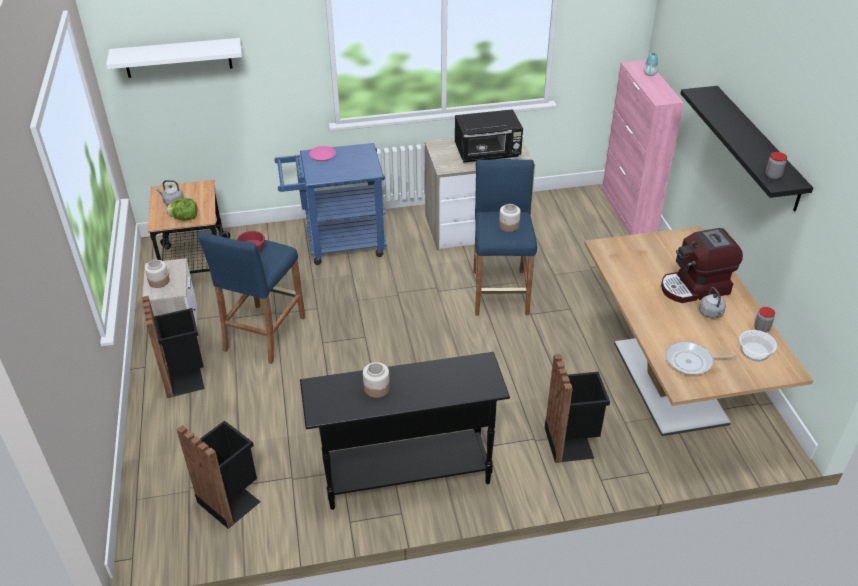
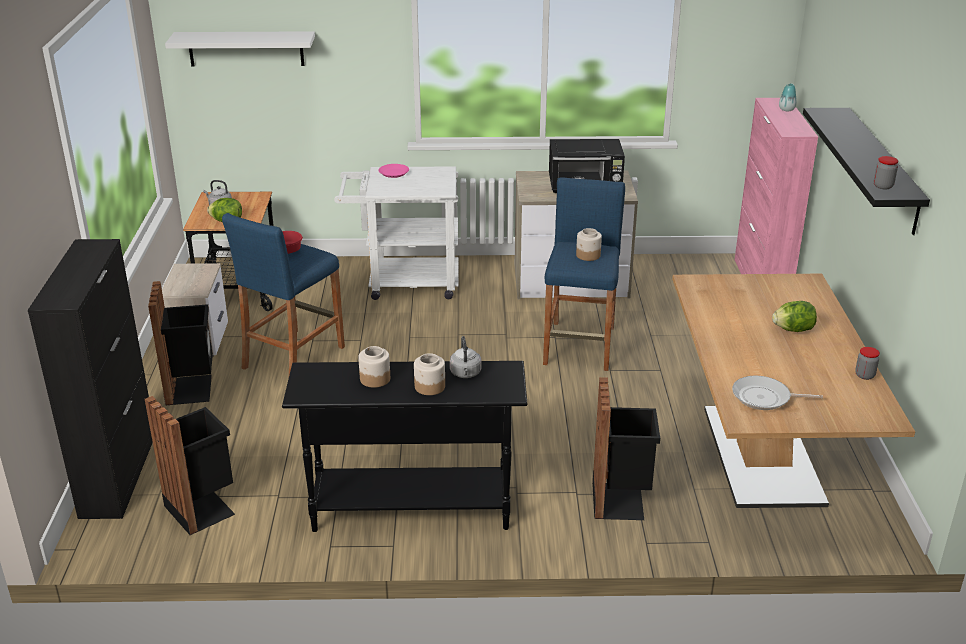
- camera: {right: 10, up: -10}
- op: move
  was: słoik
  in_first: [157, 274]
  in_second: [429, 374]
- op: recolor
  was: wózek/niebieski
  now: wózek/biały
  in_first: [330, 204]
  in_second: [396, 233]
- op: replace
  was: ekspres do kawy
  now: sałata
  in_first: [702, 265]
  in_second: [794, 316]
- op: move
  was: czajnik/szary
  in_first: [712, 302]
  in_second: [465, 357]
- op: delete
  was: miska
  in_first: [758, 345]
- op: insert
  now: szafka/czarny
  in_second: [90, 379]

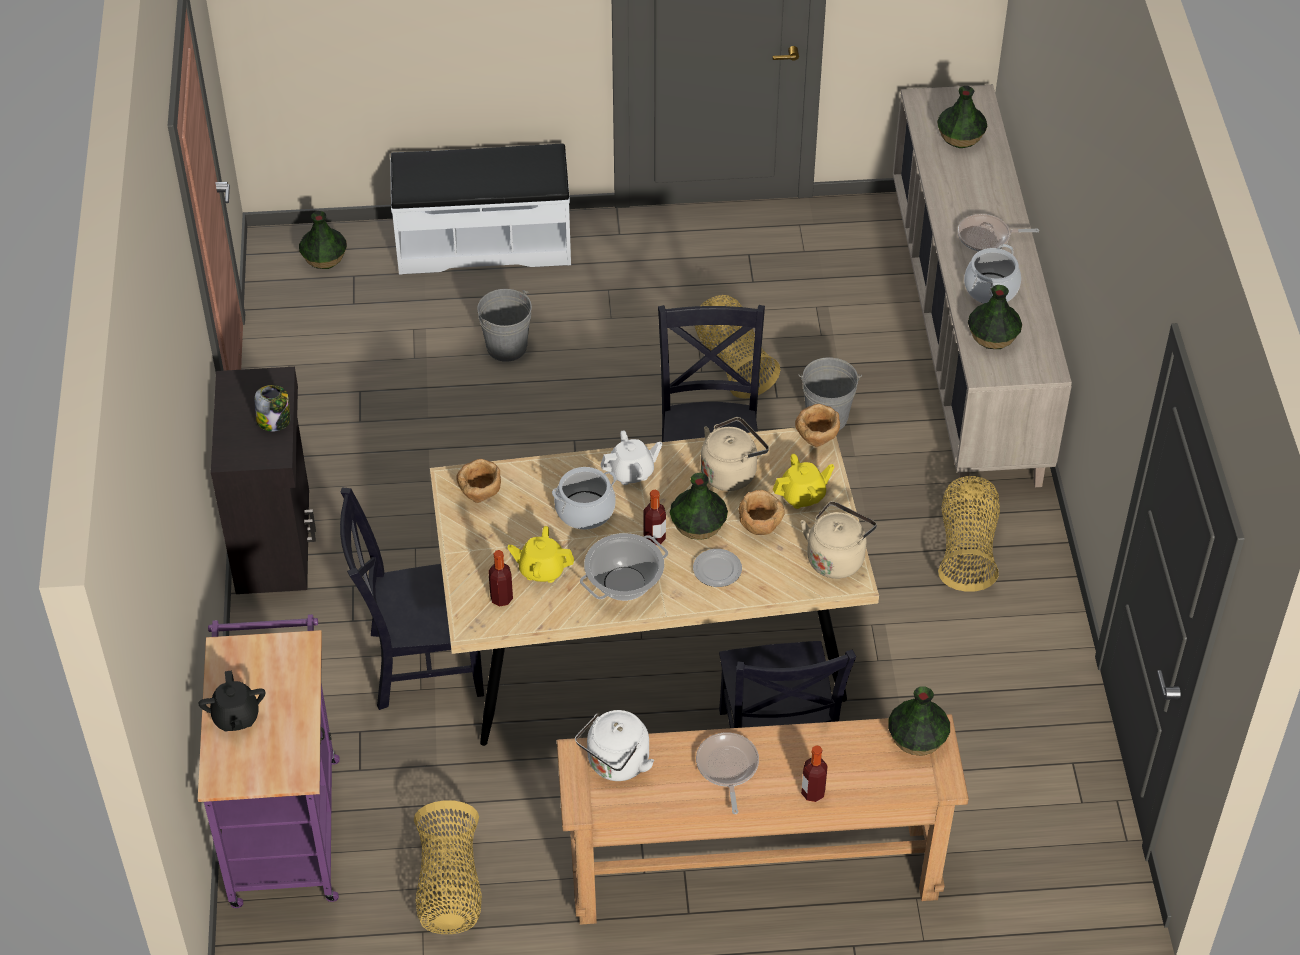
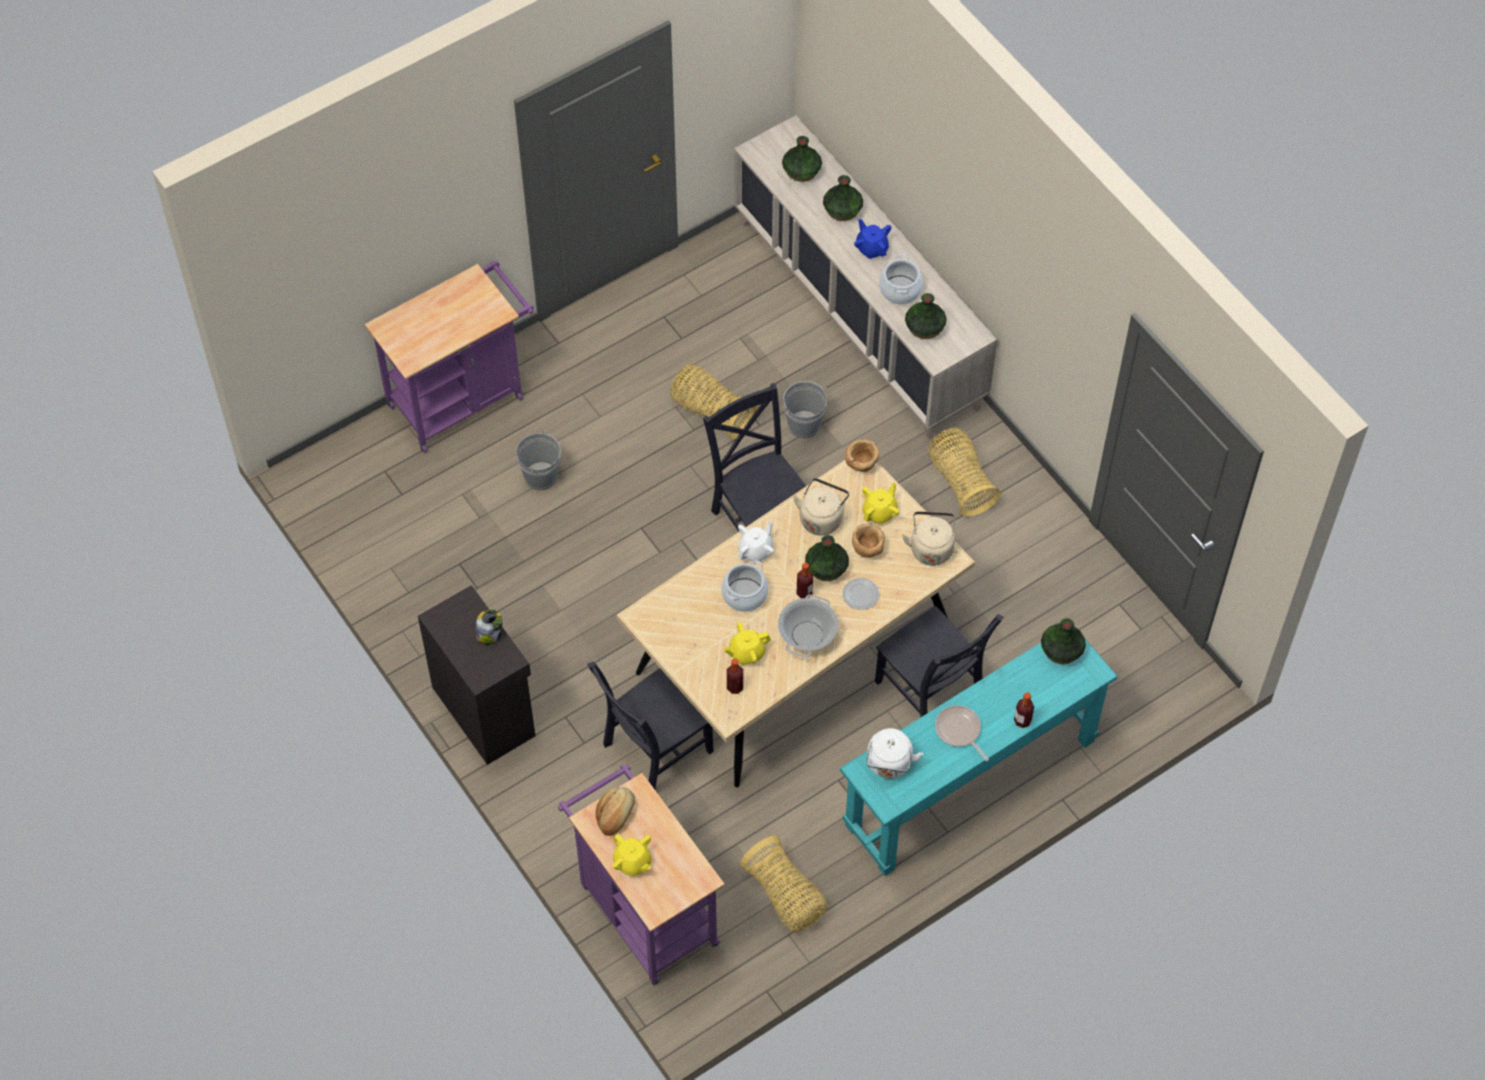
- camera: {right: -30, up: 10}
- op: recolor
  was: imbryk/czarny
  now: imbryk/żółty
  in_first: [231, 700]
  in_second: [632, 855]
- op: move
  was: wazon
  in_first: [323, 240]
  in_second: [843, 198]
- op: replace
  was: ławka/biały
  now: wózek/fioletowy
  in_first: [480, 209]
  in_second: [449, 357]
- op: delete
  was: miska/brązowy
  in_first: [479, 481]
- op: recolor
  was: stolik konsolowy/brązowy
  now: stolik konsolowy/turkusowy
  in_first: [763, 819]
  in_second: [978, 757]
- op: replace
  was: patelnia
  now: imbryk/niebieski
  in_first: [998, 233]
  in_second: [872, 239]
- op: insert
  now: chleb
  in_second: [615, 811]

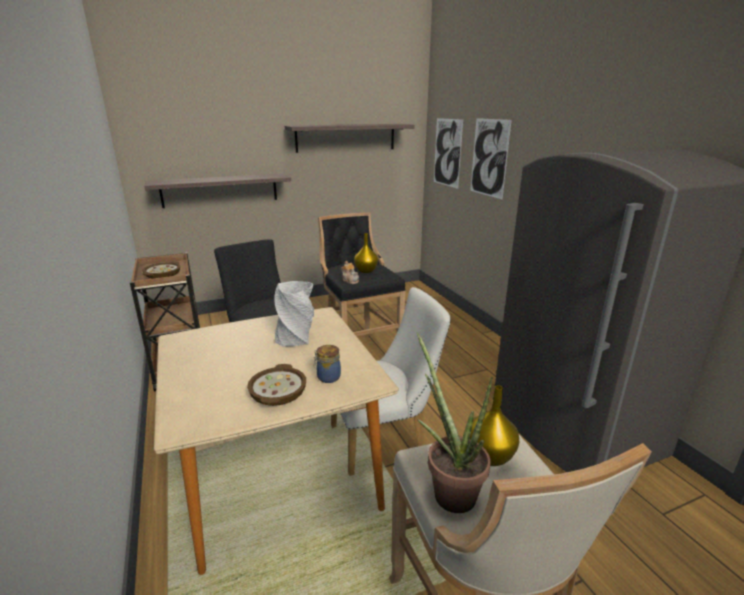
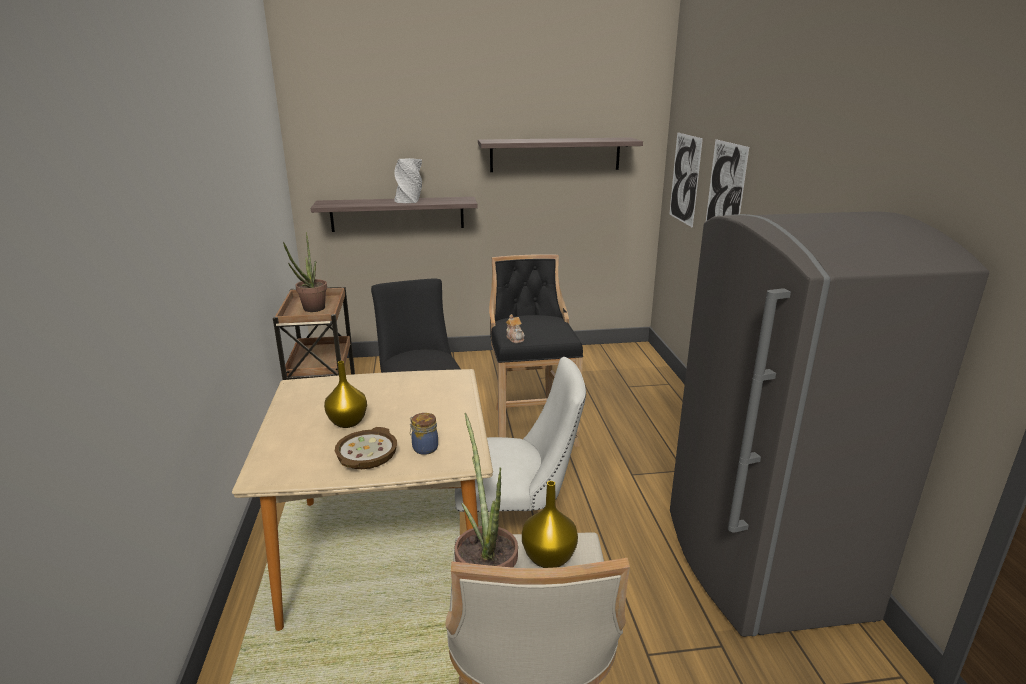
- camera: {right: 15, up: 0}
- op: replace
  was: miska
  now: roślina doniczkowa
  in_first: [161, 269]
  in_second: [305, 272]
- op: move
  was: wazon/szary
  in_first: [294, 314]
  in_second: [408, 180]
- op: move
  was: wazon/żółty
  in_first: [366, 253]
  in_second: [345, 394]

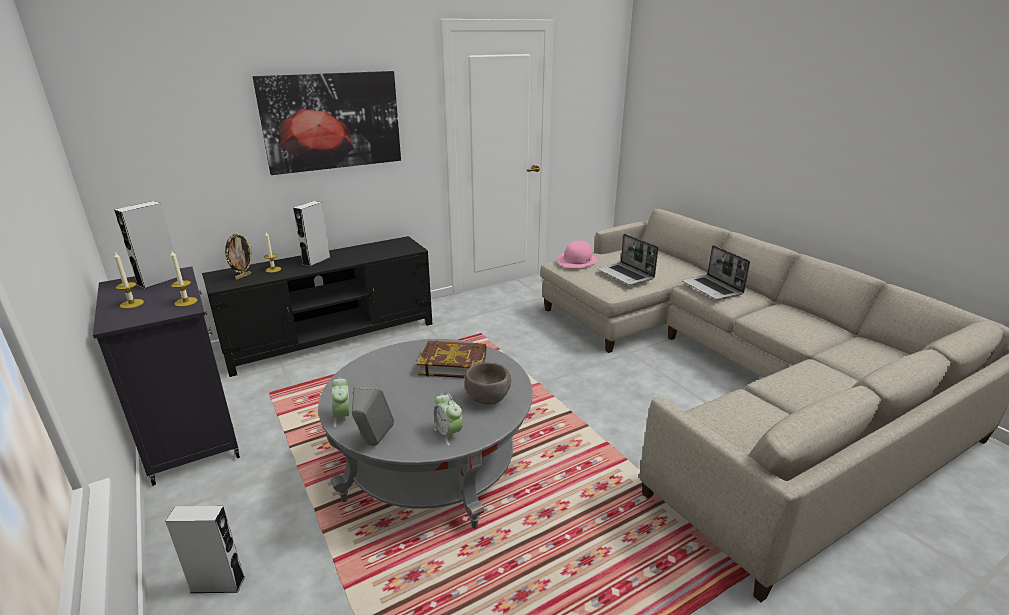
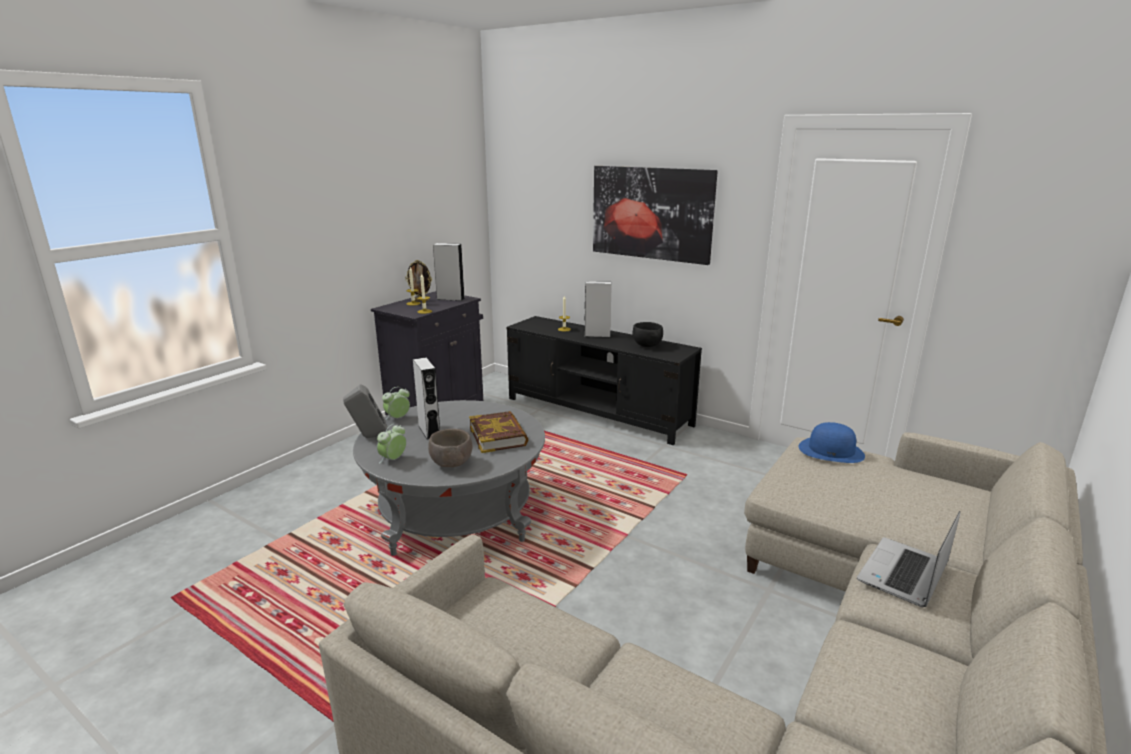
- camera: {right: 65, up: -5}
- op: move
  was: głośnik/szary
  in_first: [205, 549]
  in_second: [426, 399]
- op: move
  was: ramka na zdjęcie
  in_first: [239, 256]
  in_second: [418, 280]
- op: recolor
  was: kapelusz/różowy
  now: kapelusz/niebieski
  in_first: [577, 254]
  in_second: [832, 442]
- op: delete
  was: laptop
  in_first: [627, 259]
- op: insert
  now: miska/czarny
  in_second: [647, 334]

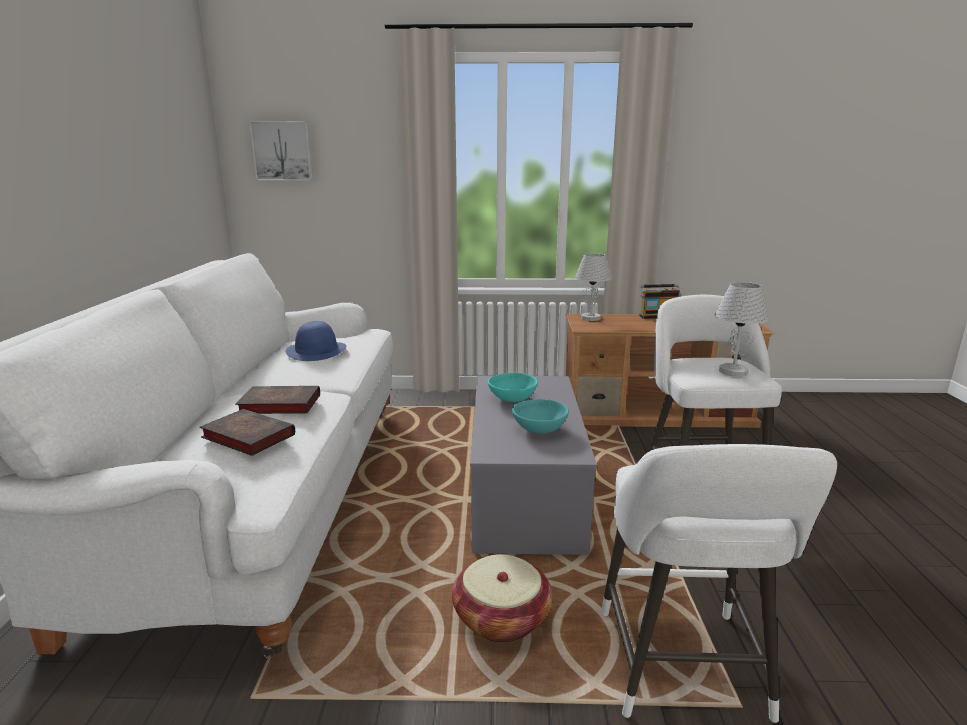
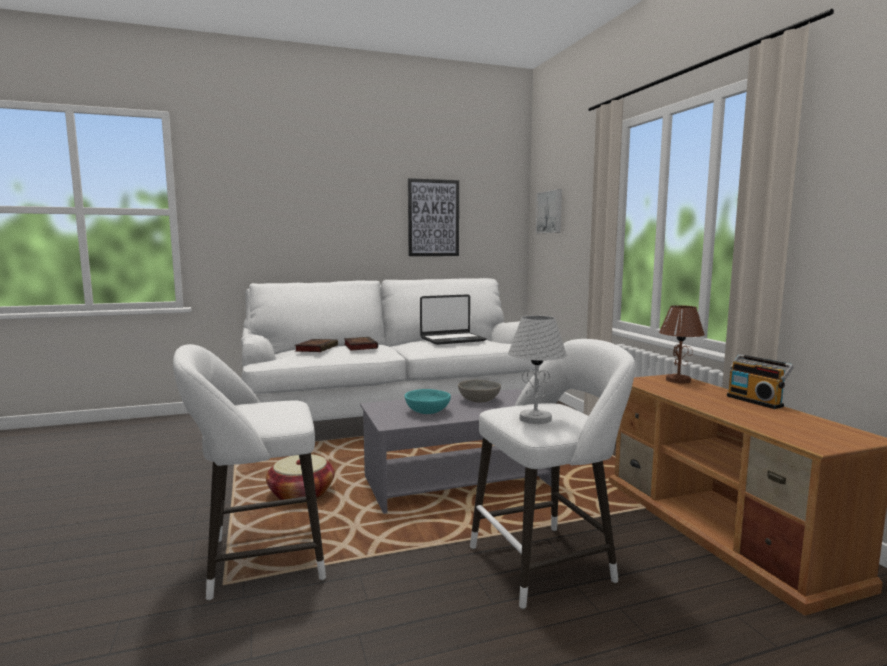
- camera: {right: 70, up: -10}
- op: replace
  was: kapelusz/niebieski
  now: laptop
  in_first: [315, 341]
  in_second: [453, 319]
- op: recolor
  was: miska/turkusowy
  now: miska/szary
  in_first: [513, 387]
  in_second: [479, 391]
- op: recolor
  was: lampa stołowa/biały
  now: lampa stołowa/brązowy
  in_first: [593, 287]
  in_second: [682, 344]
- op: insert
  now: obraz
  in_second: [433, 217]

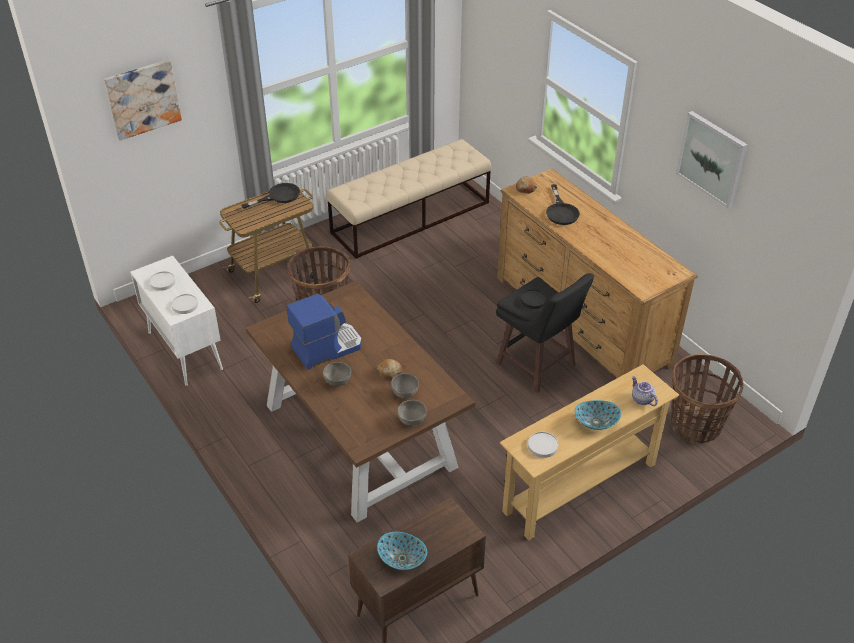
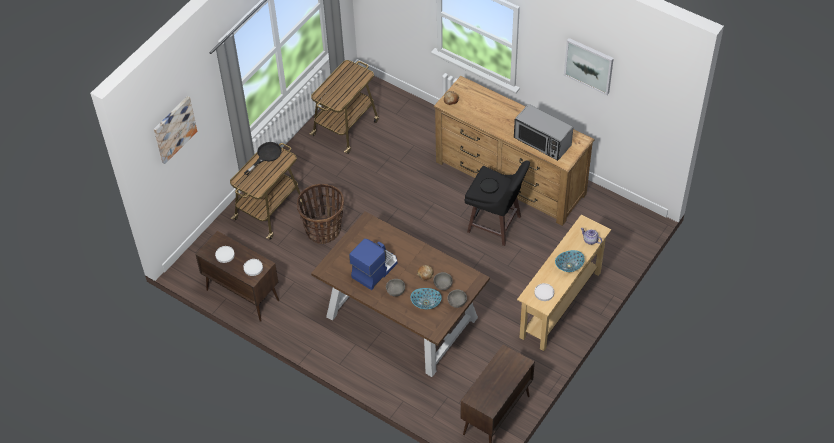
- camera: {right: -20, up: 10}
- op: recolor
  was: szafka/biały
  now: szafka/brązowy
  in_first: [177, 321]
  in_second: [237, 276]
- op: replace
  was: ławka/beżowy
  now: wózek
  in_first: [408, 199]
  in_second: [344, 107]
- op: move
  was: miska
  in_first: [402, 551]
  in_second: [426, 298]
- op: delete
  was: patelnia/czarny
  in_first: [563, 204]
- op: delete
  was: koszyk
  in_first: [706, 399]
- op: insert
  now: mikrofalówka
  in_second: [543, 132]

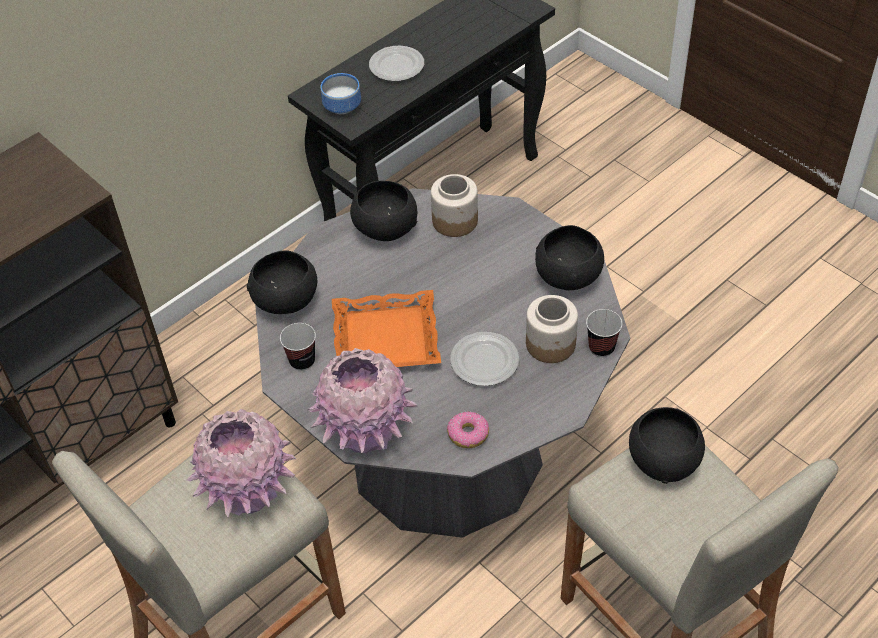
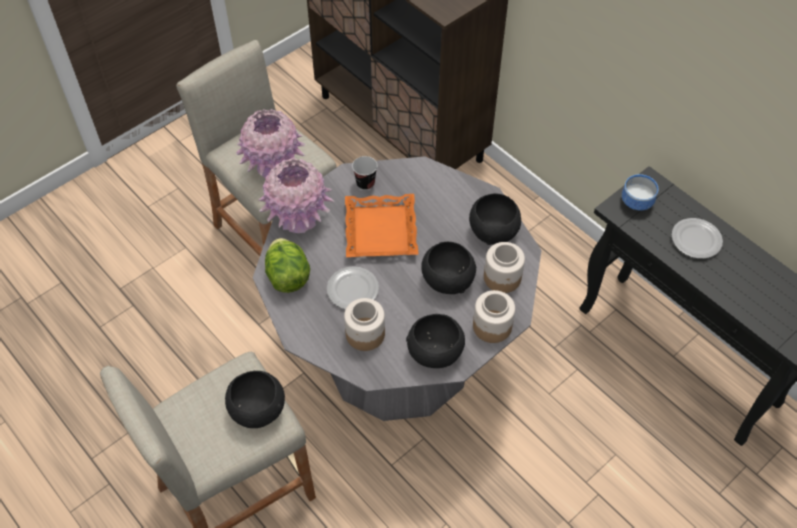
- camera: {right: 90, up: 5}
- op: move
  was: miska/czarny
  in_first: [282, 282]
  in_second: [448, 268]
- op: replace
  was: donut
  now: sałata
  in_first: [468, 429]
  in_second: [287, 265]
- op: delete
  was: filiżanka
  in_first: [604, 333]
- op: insert
  now: słoik
  in_second: [494, 316]

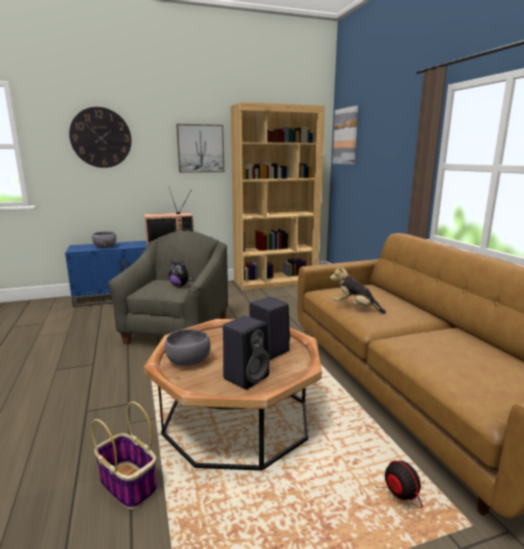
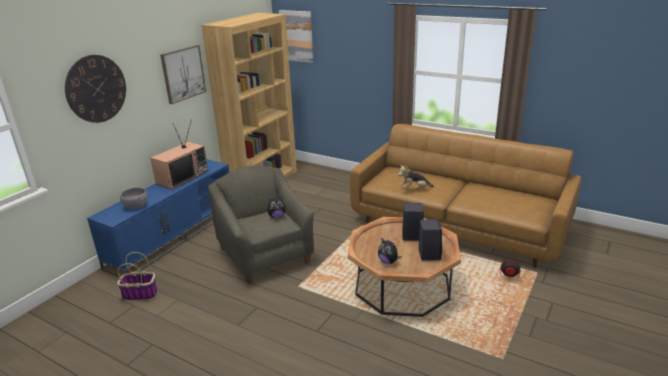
- camera: {right: -40, up: 10}
- op: move
  was: koszyk
  in_first: [124, 455]
  in_second: [137, 276]
- op: replace
  was: miska/szary
  now: pluszak
  in_first: [187, 347]
  in_second: [389, 251]

